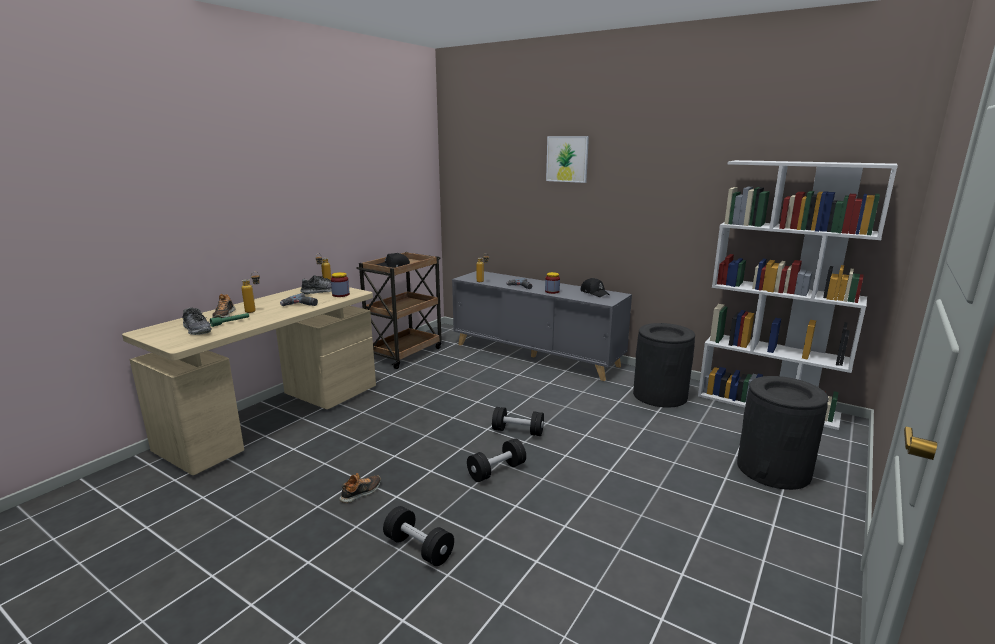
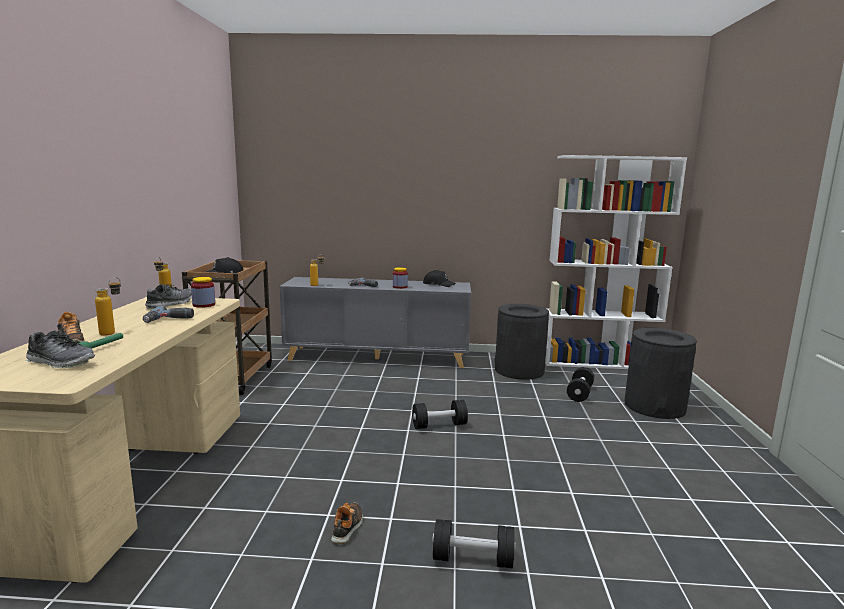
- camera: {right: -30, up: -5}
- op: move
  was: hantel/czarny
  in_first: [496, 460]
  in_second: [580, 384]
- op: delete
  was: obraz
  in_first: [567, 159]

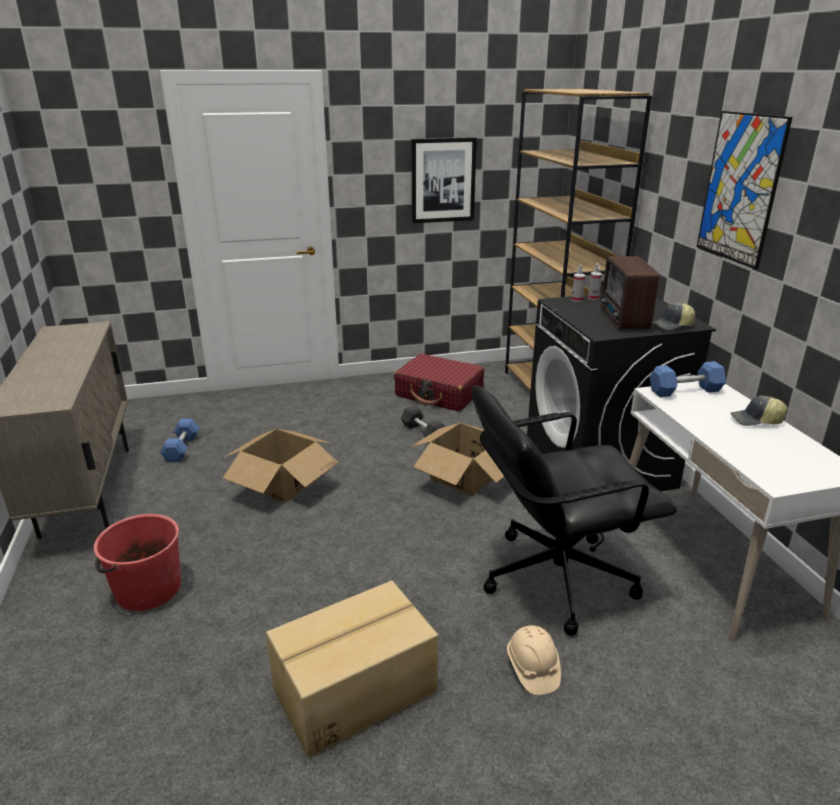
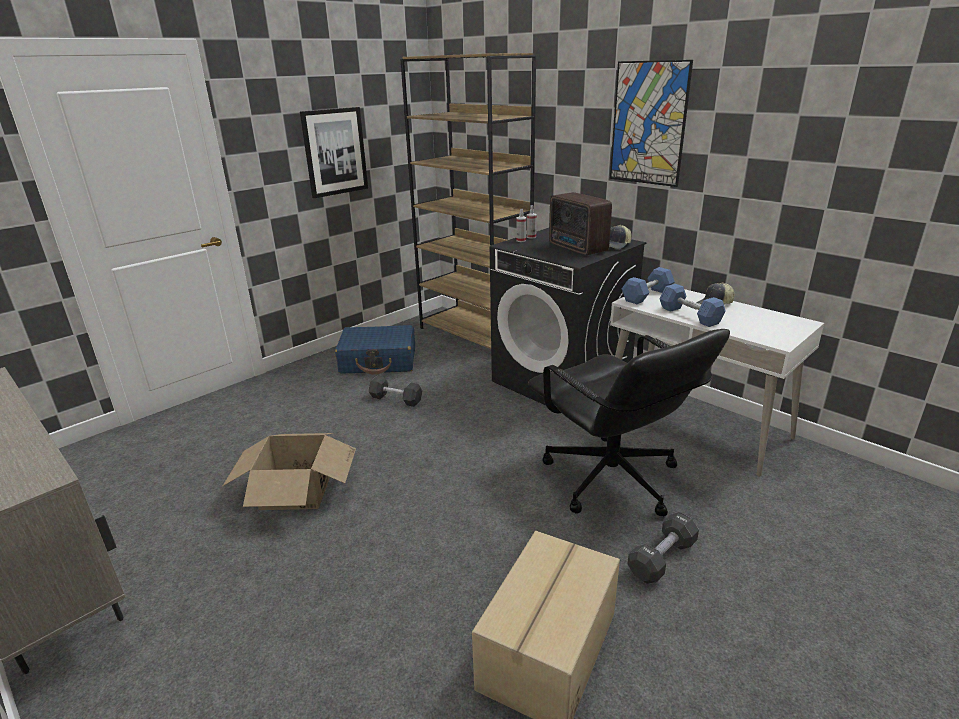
- camera: {right: -30, up: 0}
- op: delete
  was: wiadro/czerwony
  in_first: [137, 562]
- op: move
  was: hantel/niebieski
  in_first: [180, 440]
  in_second: [693, 305]
- op: recolor
  was: walizka/czerwony
  now: walizka/niebieski
  in_first: [439, 382]
  in_second: [375, 350]
- op: delete
  was: karton
  in_first: [457, 459]
- op: rotate
  was: krzesło biurowe/czarny
  in_first: [574, 510]
  in_second: [629, 422]
  clockwise: -75
- op: replace
  was: kask/beżowy
  now: hantel/czarny
  in_first: [534, 660]
  in_second: [663, 548]

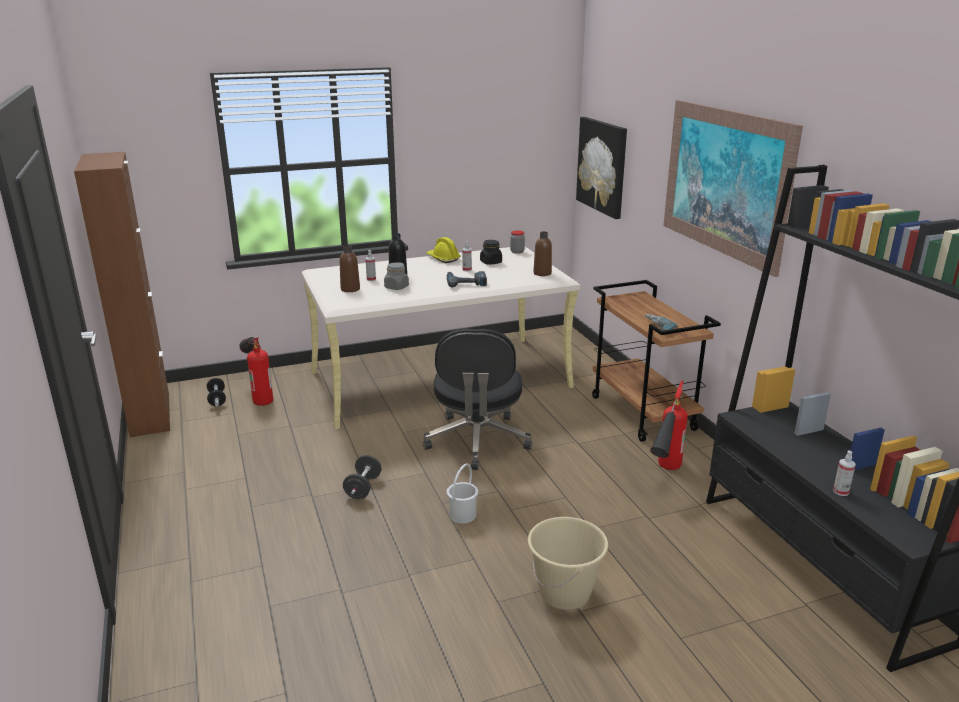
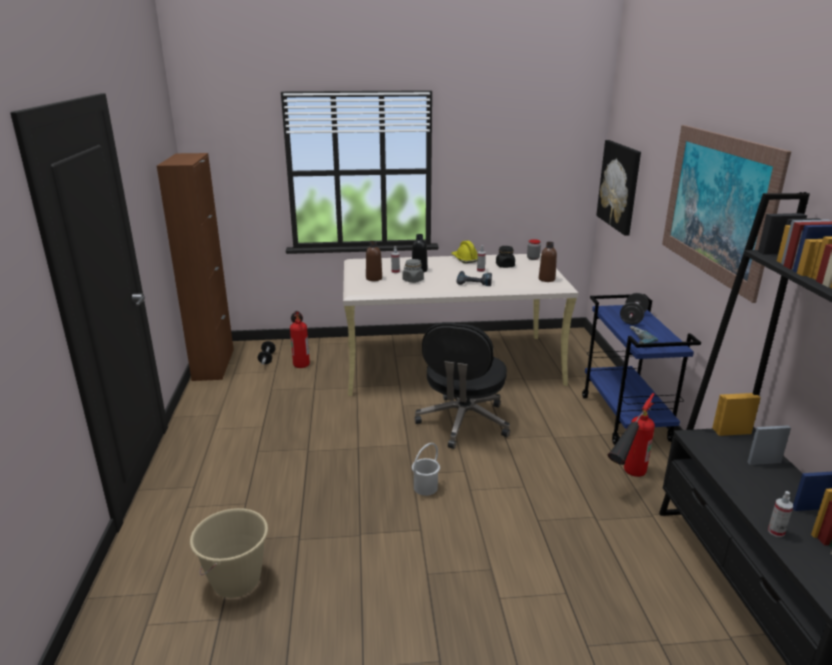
- camera: {right: 15, up: 0}
- op: move
  was: hantel/czarny
  in_first: [362, 477]
  in_second: [634, 309]
- op: move
  was: wiadro/beżowy
  in_first: [568, 563]
  in_second: [229, 553]
- op: recolor
  was: wózek/brązowy
  now: wózek/niebieski
  in_first: [656, 361]
  in_second: [641, 369]

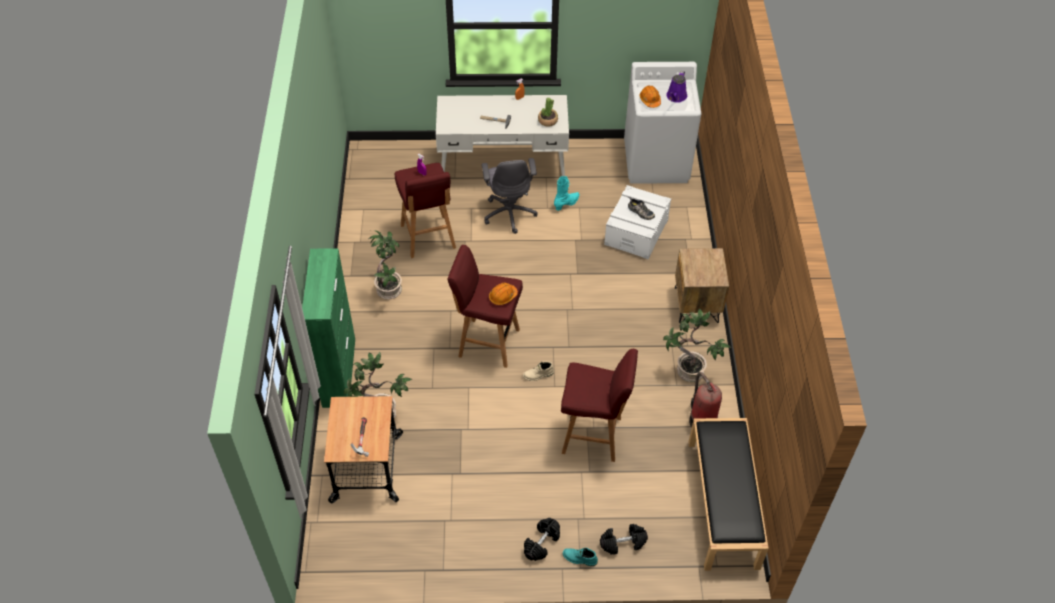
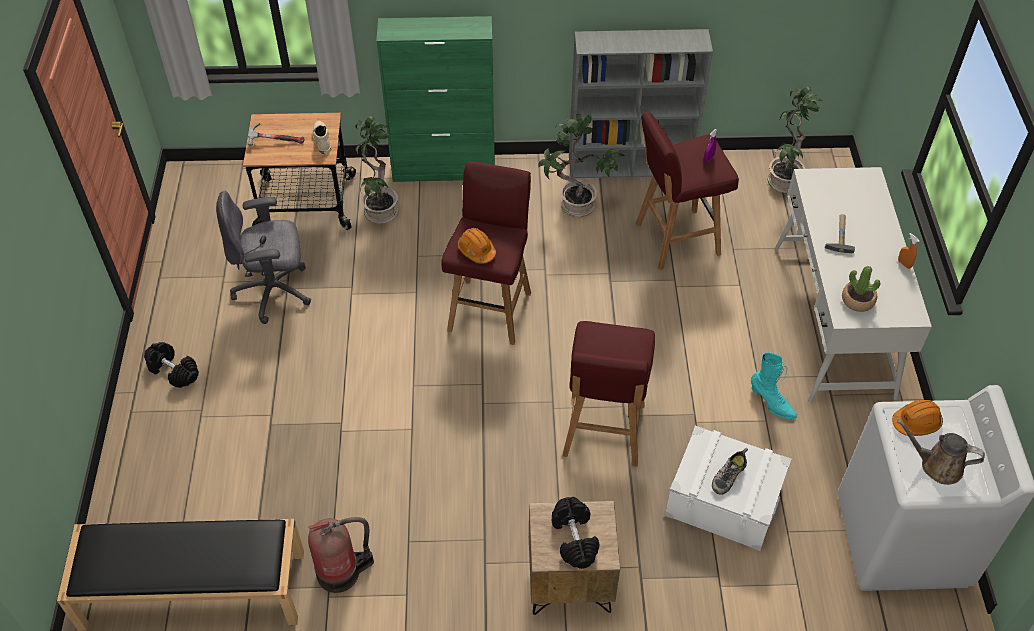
- camera: {right: 90, up: 0}
- op: move
  was: krzesło biurowe/szary
  in_first: [510, 196]
  in_second: [263, 257]
- op: move
  was: but z cholewką/beżowy
  in_first: [538, 371]
  in_second: [321, 137]
- op: move
  was: stołek/czerwony
  in_first: [599, 405]
  in_second: [608, 394]
- op: delete
  was: but z cholewką/turkusowy
  in_first: [580, 557]
- op: move
  was: hantel/czarny
  in_first: [624, 539]
  in_second: [575, 533]
- op: move
  was: roślina doniczkowa
  in_first: [697, 345]
  in_second: [794, 140]
- op: recolor
  was: konewka/fioletowy
  now: konewka/brązowy
  in_first: [676, 87]
  in_second: [941, 452]
- op: insert
  now: regał/szary
  in_second: [641, 103]

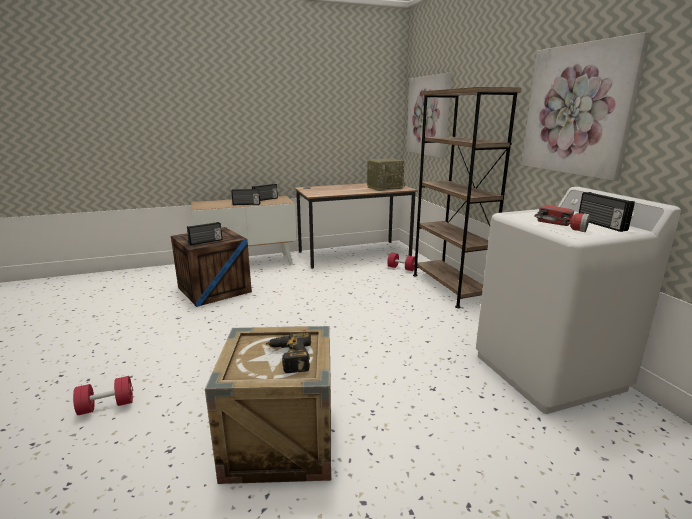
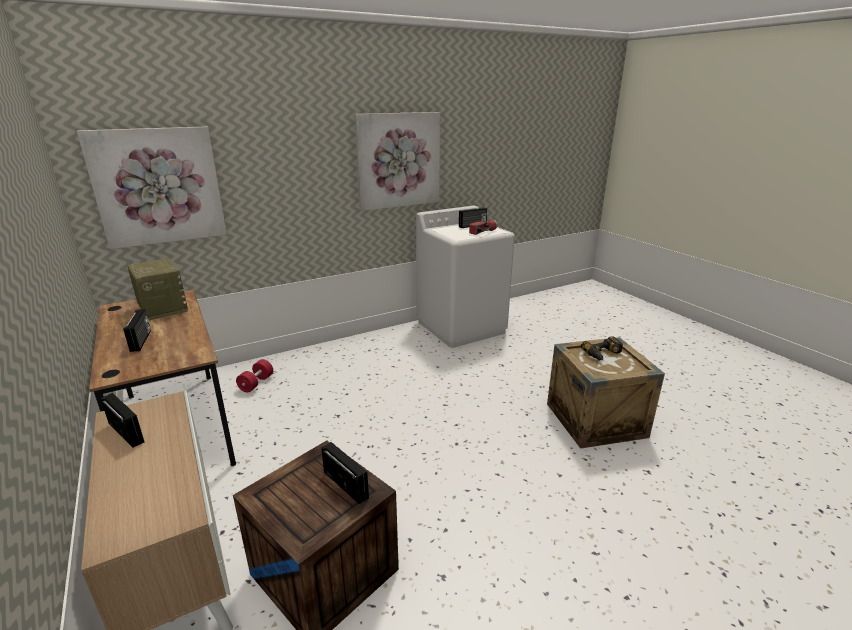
- camera: {right: -100, up: 5}
- op: delete
  was: hantel/czerwony
  in_first: [103, 395]
- op: move
  was: radio
  in_first: [245, 197]
  in_second: [137, 330]
- op: delete
  was: regał/brązowy
  in_first: [467, 197]

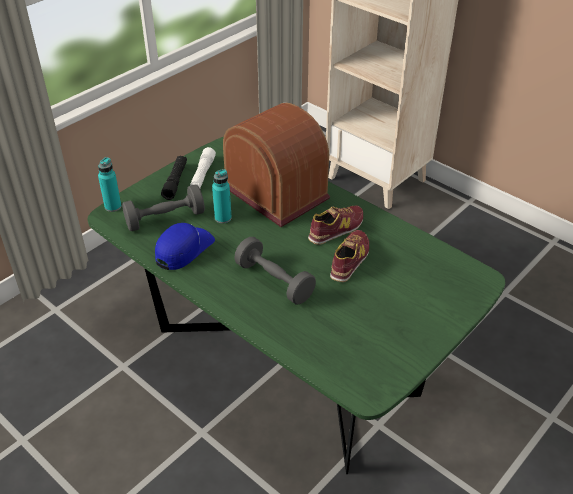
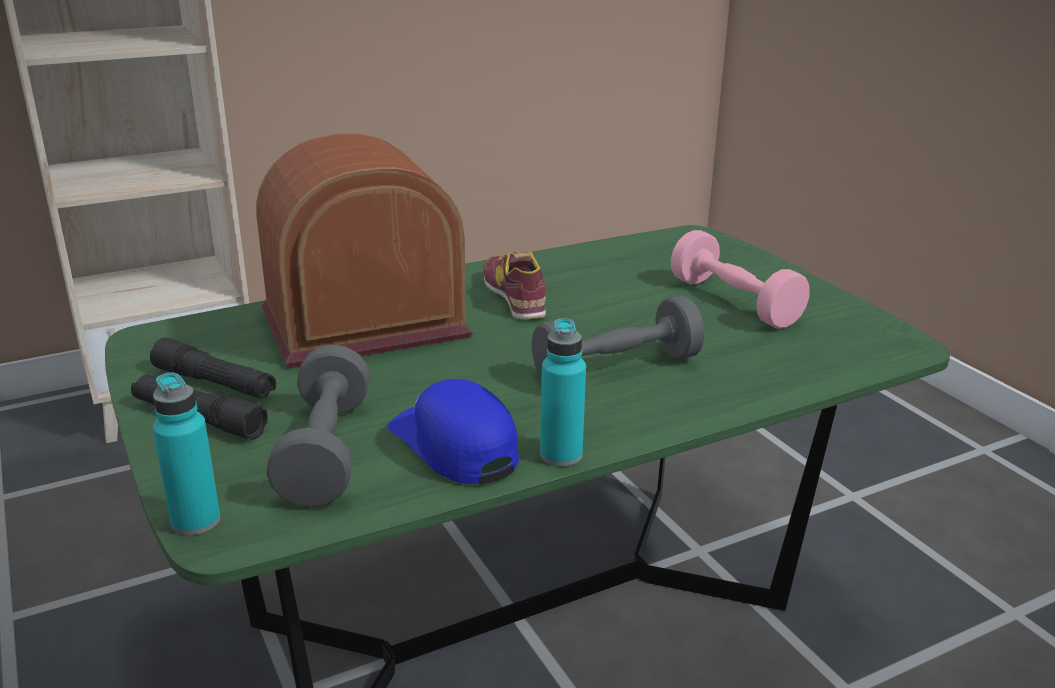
- camera: {right: -70, up: -15}
- op: recolor
  was: latarka/biały
  now: latarka/czarny
  in_first: [203, 167]
  in_second: [213, 368]
- op: move
  was: butelka/turkusowy
  in_first: [222, 196]
  in_second: [563, 392]
- op: delete
  was: but
  in_first: [349, 256]
- op: insert
  now: hantel/różowy
  in_second: [740, 279]

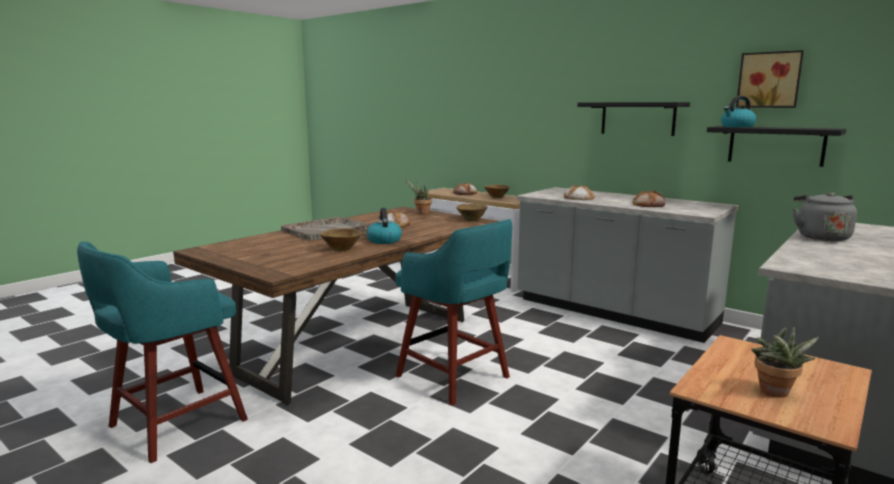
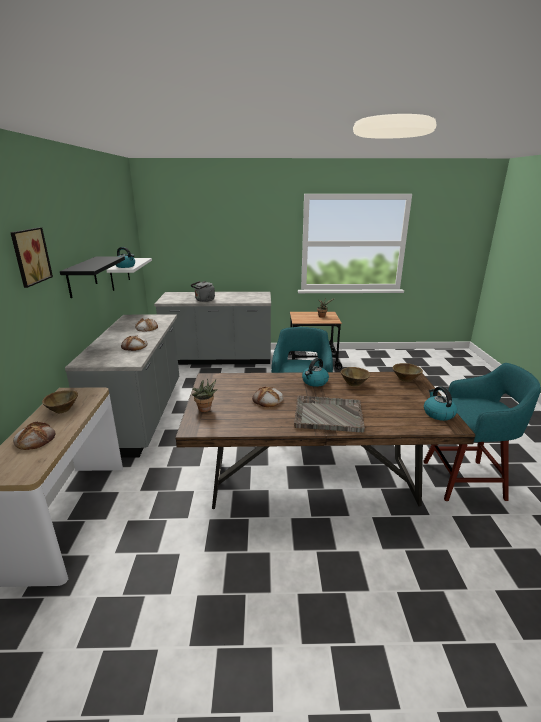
- camera: {right: -130, up: 10}
- op: move
  was: miska/brązowy
  in_first: [472, 212]
  in_second: [408, 372]
- op: recolor
  was: półka/czarny
  now: półka/biały
  in_first: [776, 146]
  in_second: [129, 274]
- op: move
  was: obraz
  in_first: [770, 79]
  in_second: [31, 257]
- op: insert
  now: czajnik
  in_second: [440, 403]

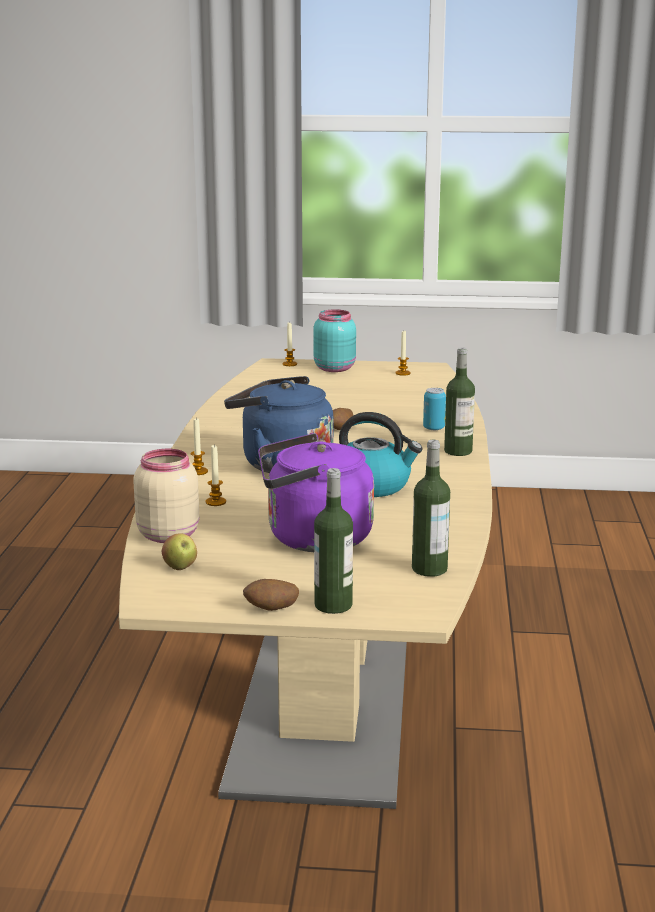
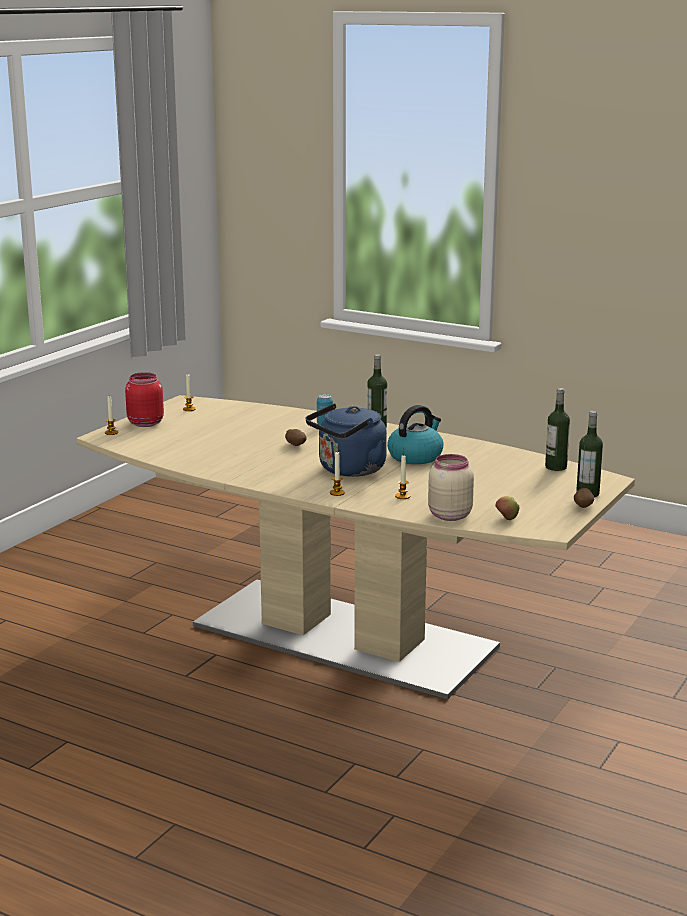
- camera: {right: -65, up: 0}
- op: delete
  was: czajnik/fioletowy
  in_first: [316, 492]
- op: recolor
  was: słoik/turkusowy
  now: słoik/czerwony
  in_first: [334, 340]
  in_second: [144, 399]

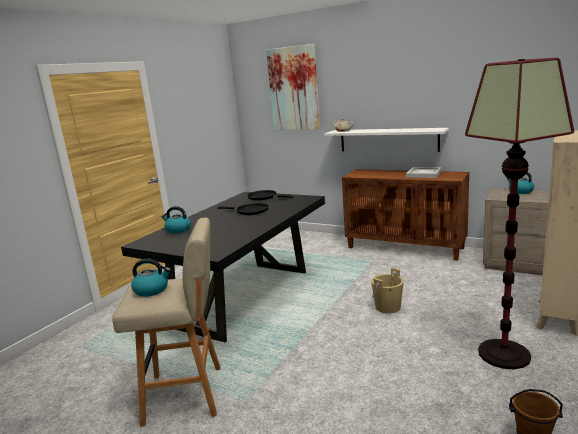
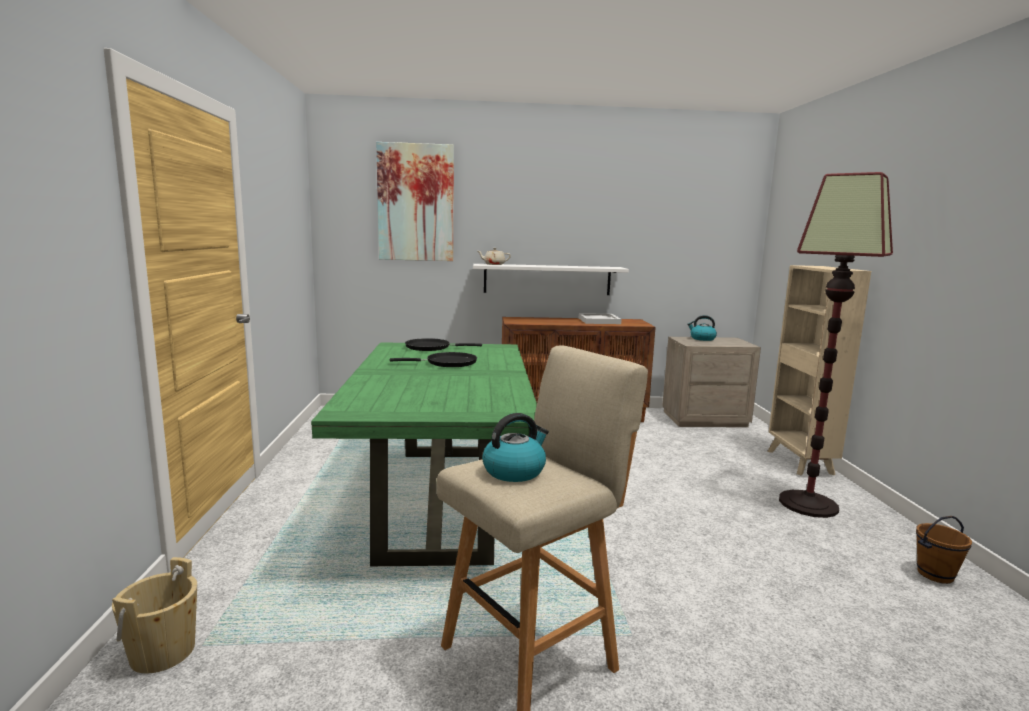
- camera: {right: -35, up: -5}
- op: recolor
  was: stół jadalny/czarny
  now: stół jadalny/zielony
  in_first: [223, 267]
  in_second: [424, 454]
- op: delete
  was: czajnik
  in_first: [176, 219]
- op: move
  was: wiadro/beżowy
  in_first: [387, 290]
  in_second: [154, 615]

